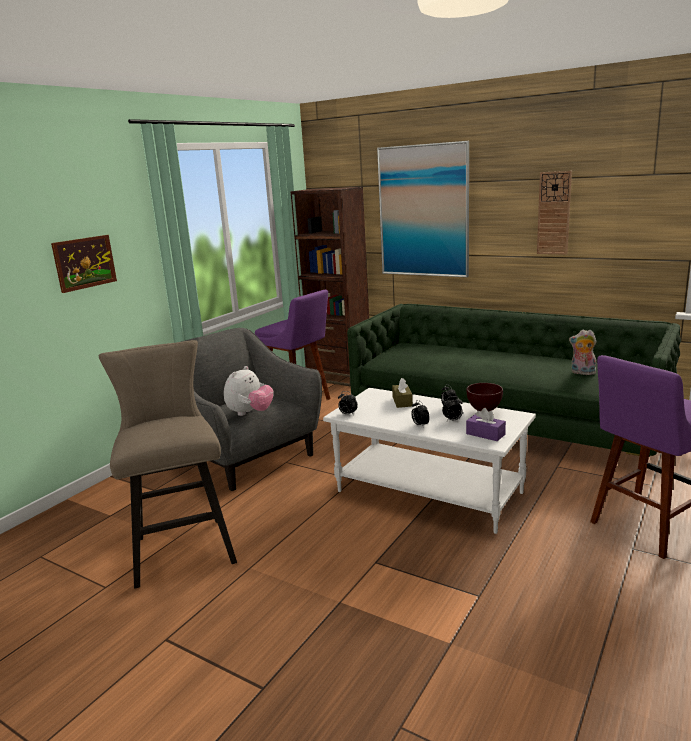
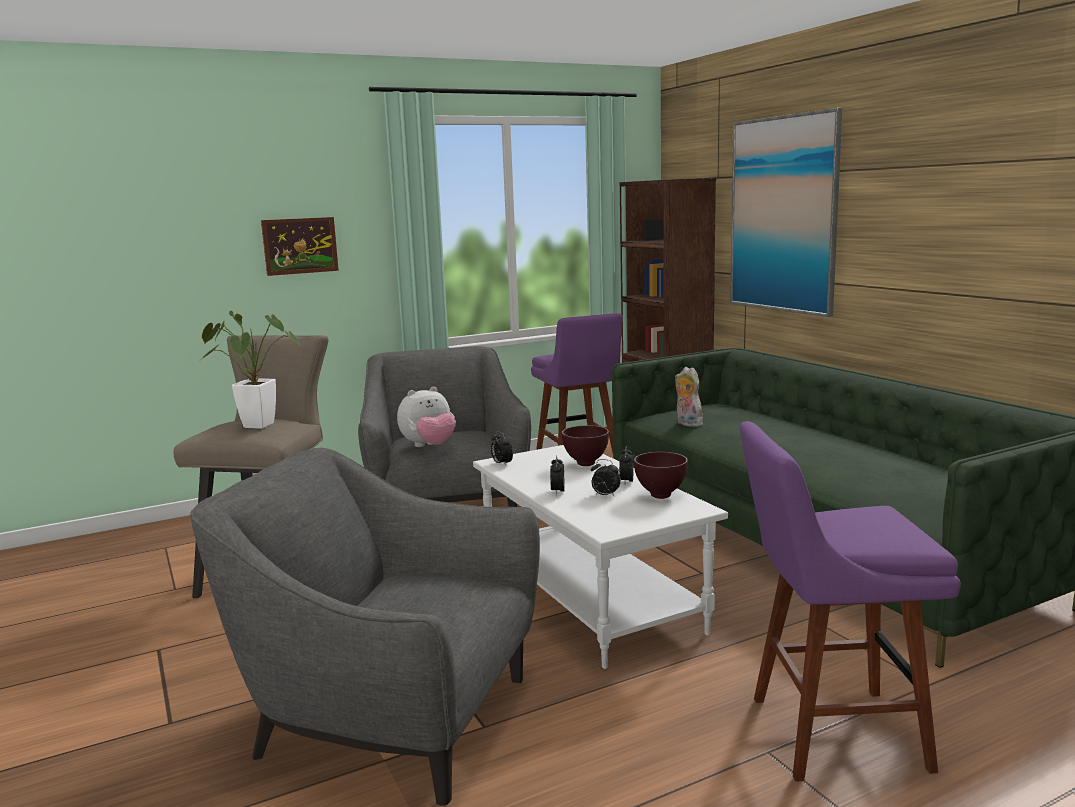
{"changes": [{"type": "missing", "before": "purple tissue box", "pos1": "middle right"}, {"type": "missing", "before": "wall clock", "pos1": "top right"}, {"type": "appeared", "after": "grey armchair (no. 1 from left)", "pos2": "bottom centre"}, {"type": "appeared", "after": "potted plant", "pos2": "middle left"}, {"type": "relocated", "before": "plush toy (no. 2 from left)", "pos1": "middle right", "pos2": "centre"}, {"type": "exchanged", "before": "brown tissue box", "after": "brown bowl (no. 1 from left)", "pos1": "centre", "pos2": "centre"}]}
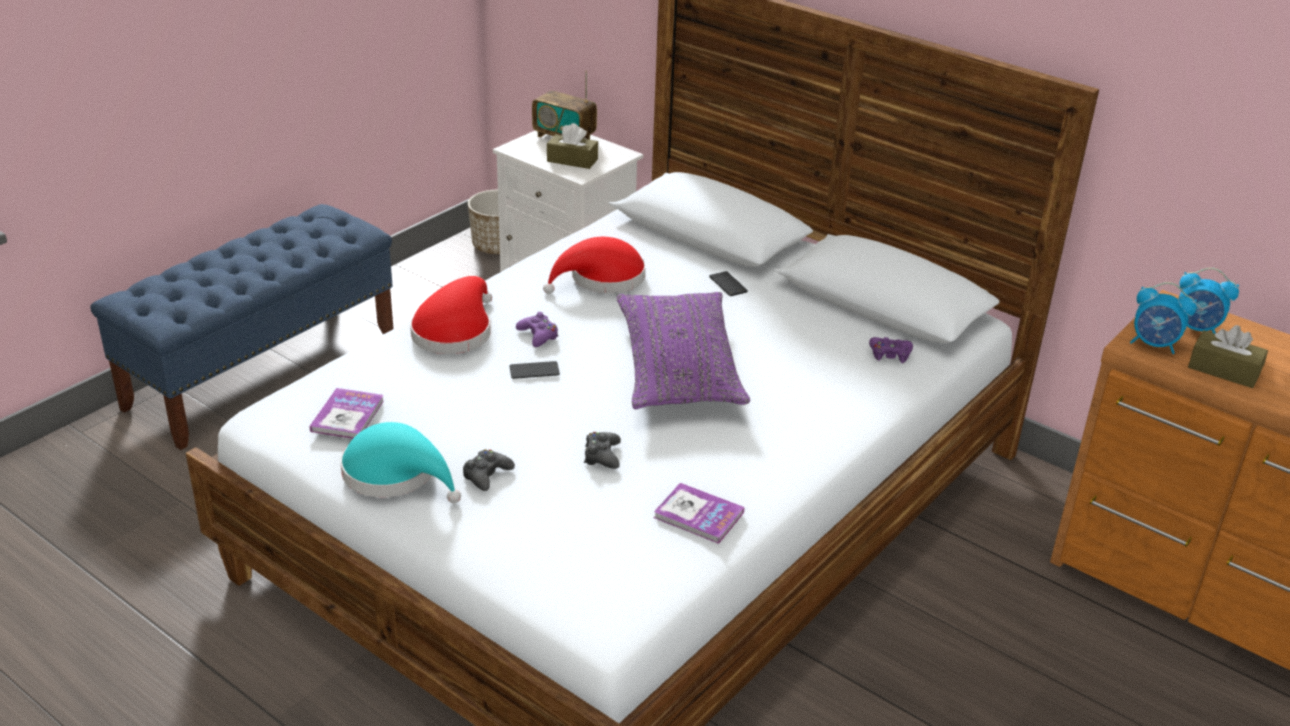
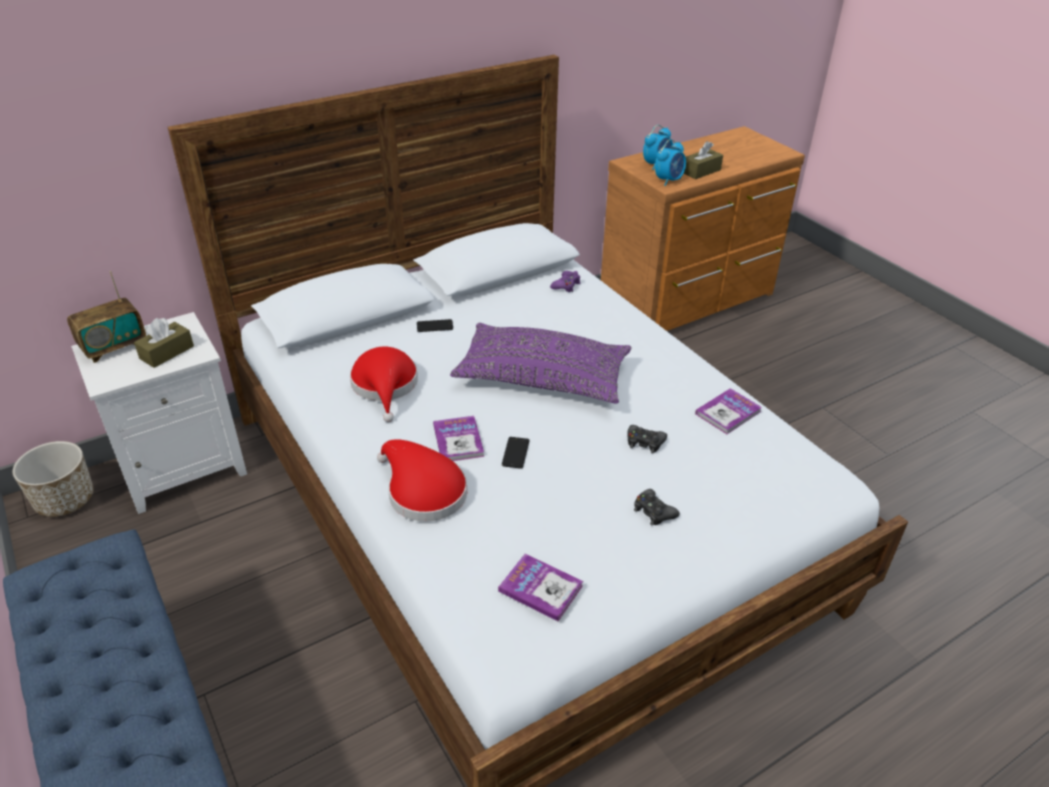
{"changes": [{"type": "missing", "before": "turquoise hat", "pos1": "middle left"}, {"type": "exchanged", "before": "purple game controller (no. 1 from left)", "after": "book (no. 1 from left)", "pos1": "centre", "pos2": "centre"}]}
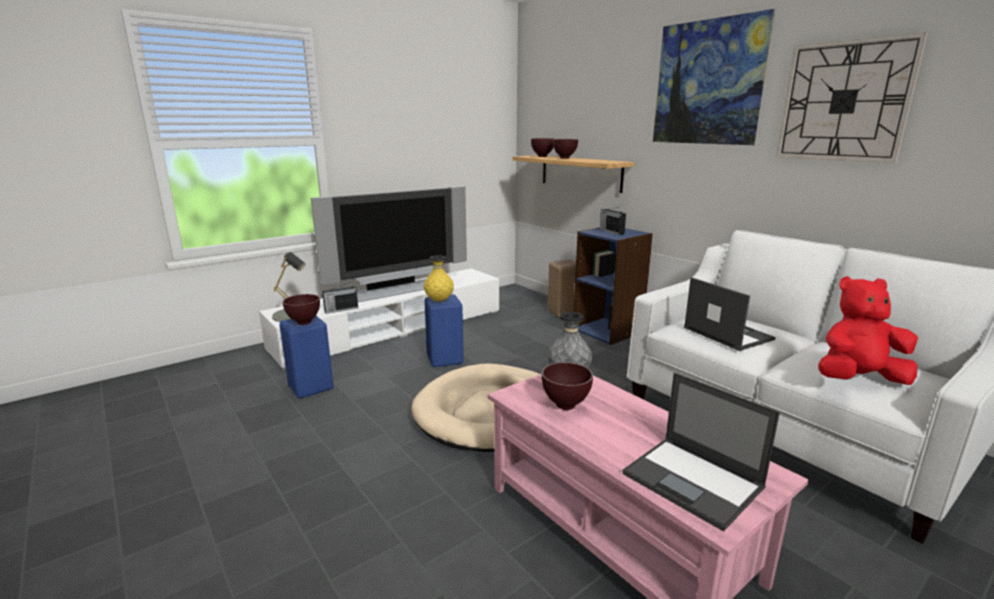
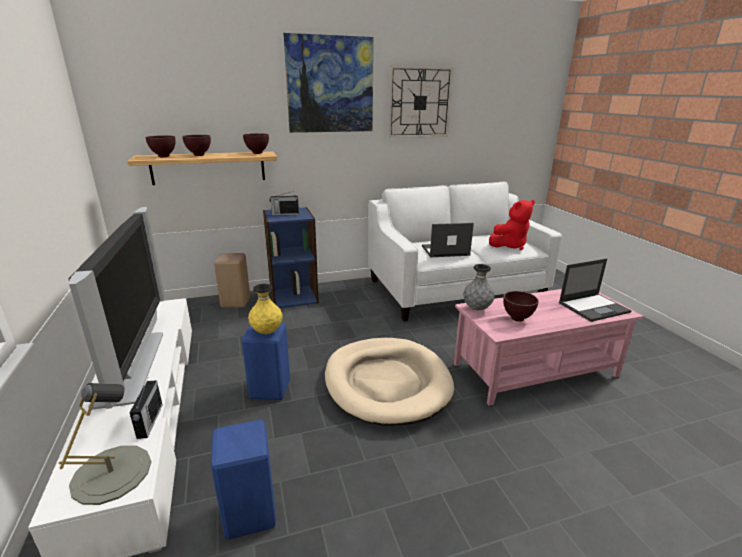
{"changes": [{"type": "relocated", "before": "brown bowl (no. 1 from left in the first image)", "after": "brown bowl (no. 3 from left)", "pos1": "middle left", "pos2": "top centre"}, {"type": "spun", "before": "red plush toy", "pos1": "middle right", "pos2": "middle right", "turn": -135}]}
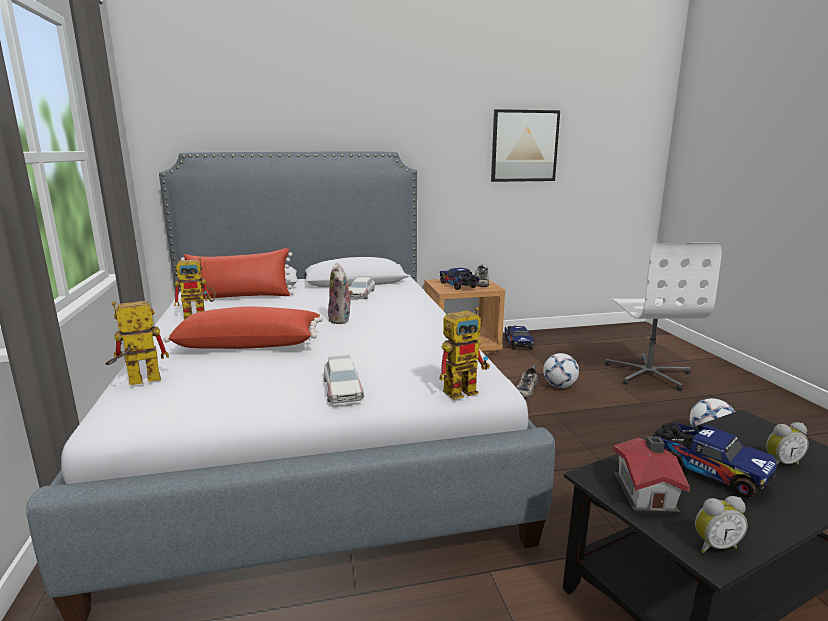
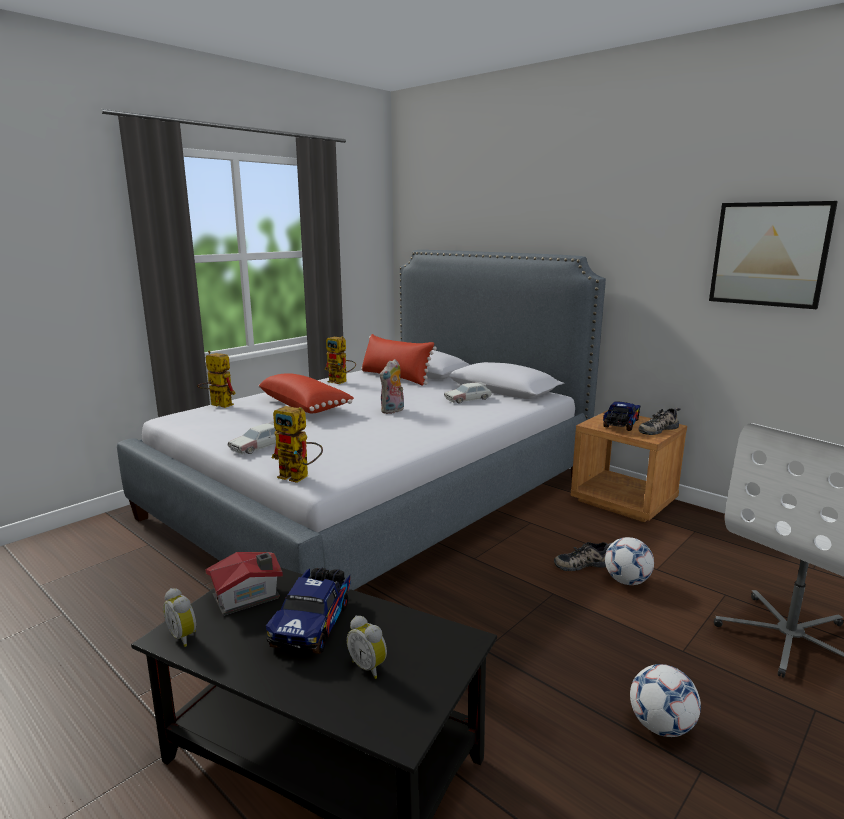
{"changes": [{"type": "missing", "before": "toy truck (no. 2 from left)", "pos1": "centre"}]}
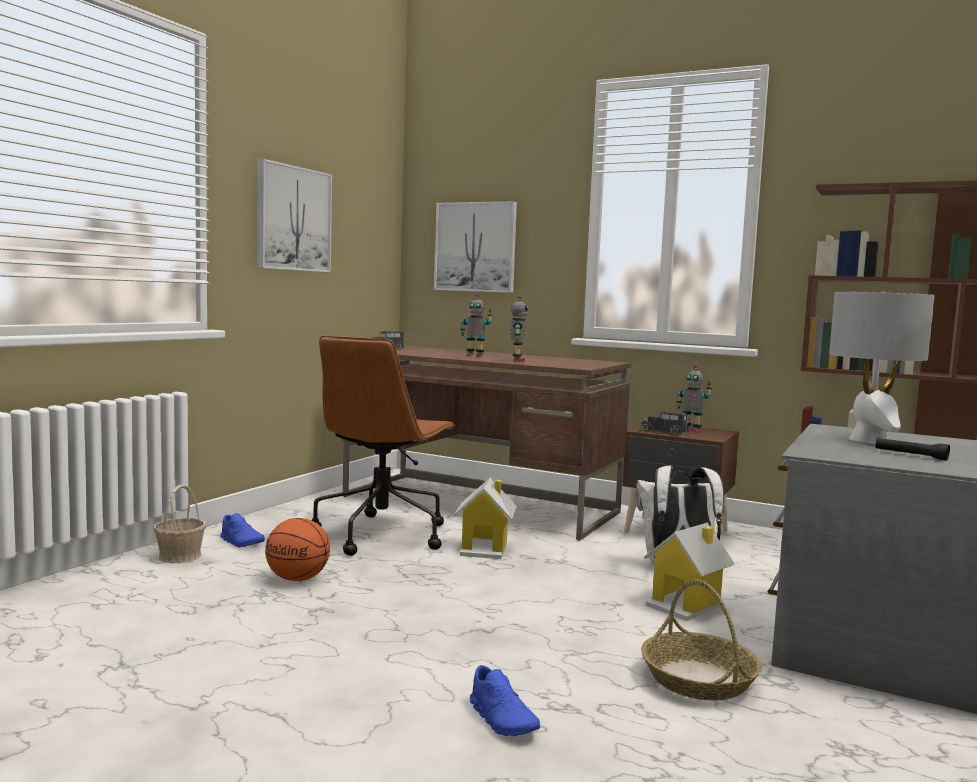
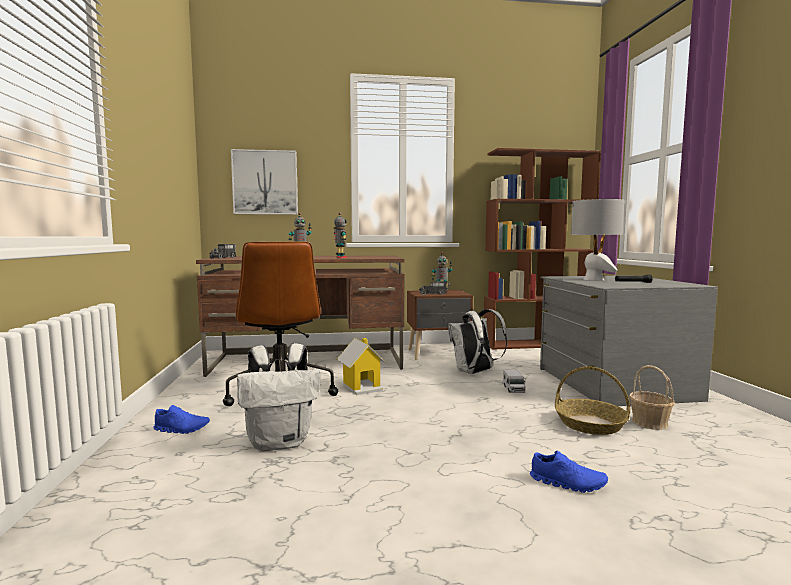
{"changes": [{"type": "missing", "before": "picture (no. 1 from left)", "pos1": "top left"}, {"type": "relocated", "before": "basket (no. 1 from left in the first image)", "after": "basket (no. 2 from left)", "pos1": "bottom left", "pos2": "bottom right"}, {"type": "exchanged", "before": "basketball", "after": "white backpack (no. 1 from left)", "pos1": "bottom left", "pos2": "bottom centre"}, {"type": "exchanged", "before": "toy house (no. 2 from left)", "after": "toy truck (no. 3 from left)", "pos1": "bottom right", "pos2": "centre"}]}
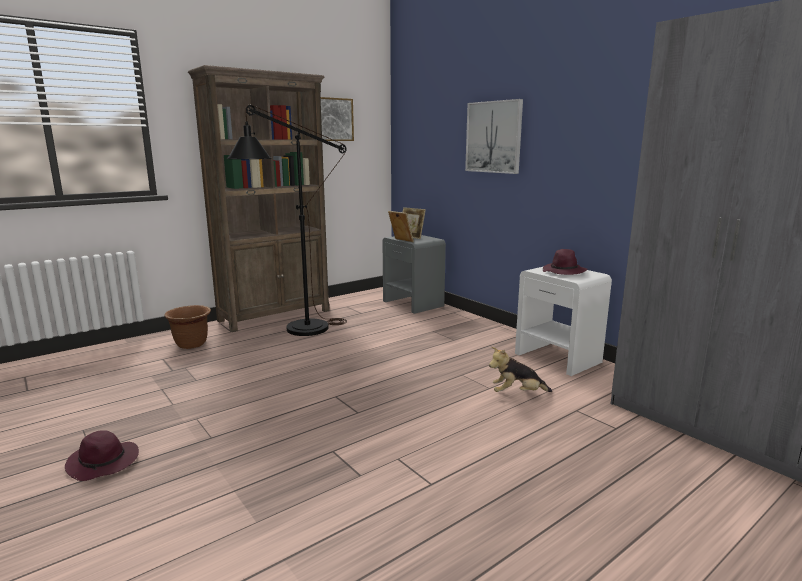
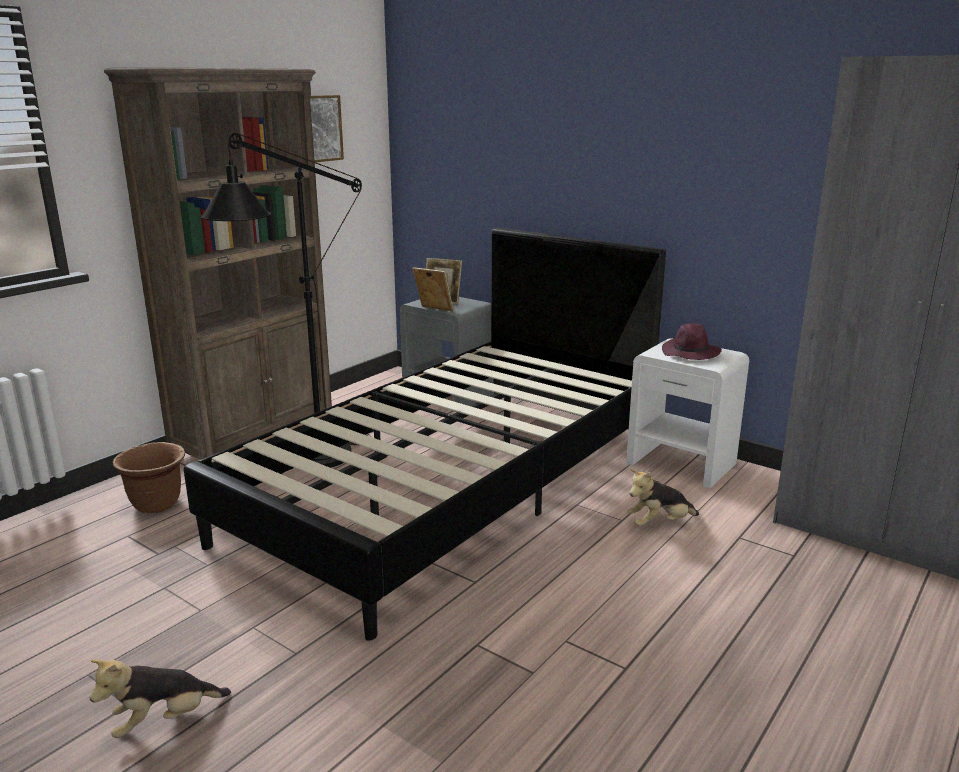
{"changes": [{"type": "missing", "before": "picture (no. 2 from left)", "pos1": "top centre"}, {"type": "appeared", "after": "black bed", "pos2": "centre"}, {"type": "exchanged", "before": "purple hat (no. 1 from left)", "after": "plush toy (no. 1 from left)", "pos1": "bottom left", "pos2": "bottom left"}]}
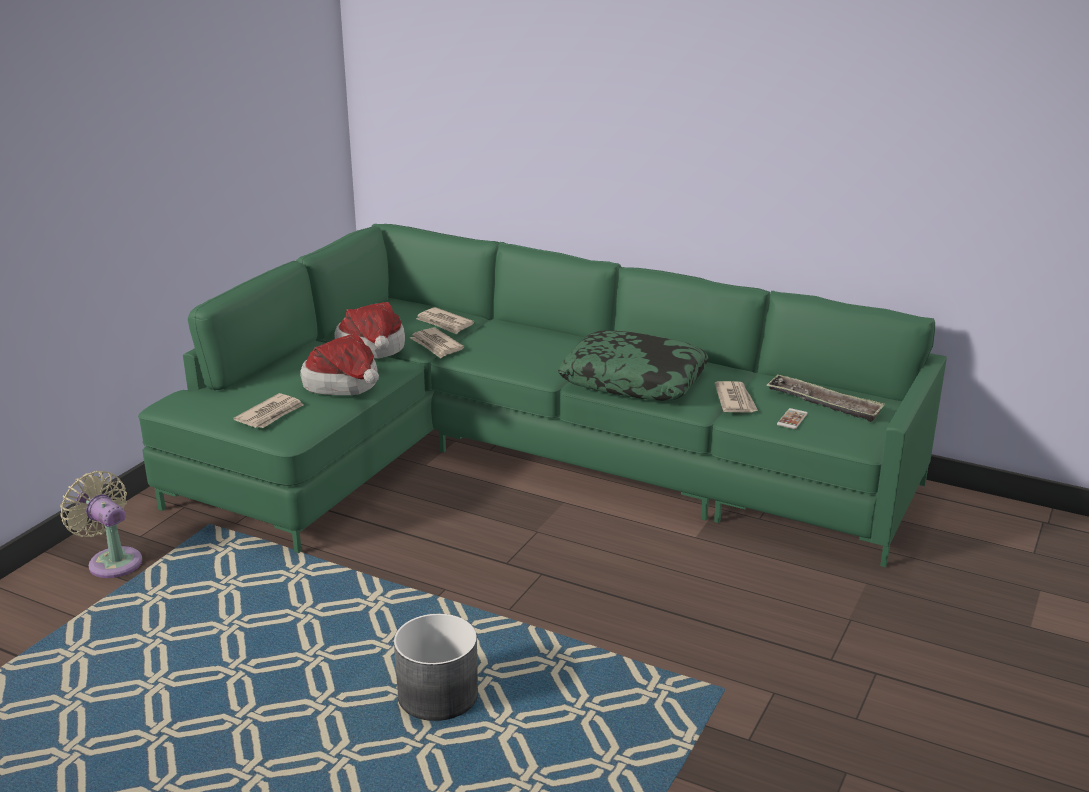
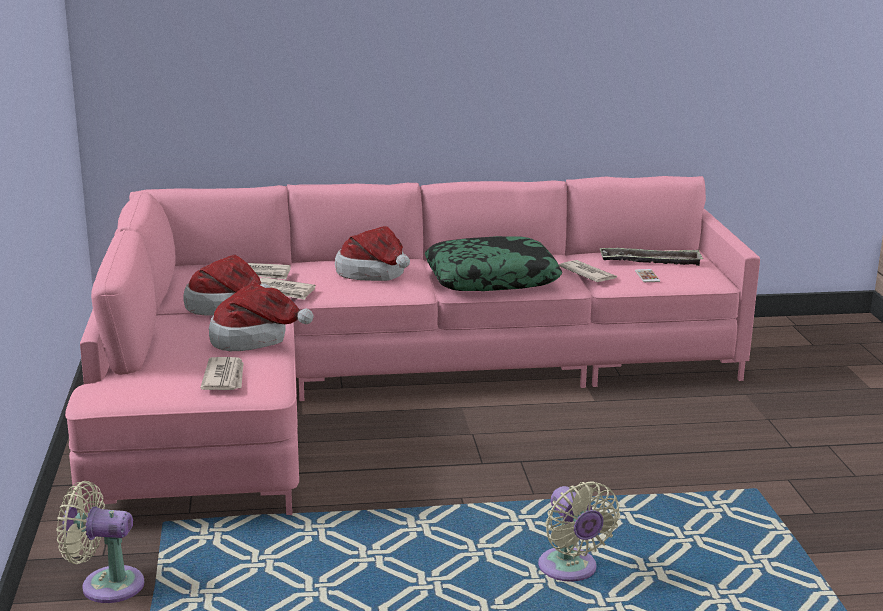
{"changes": [{"type": "appeared", "after": "hat (no. 3 from left)", "pos2": "centre"}, {"type": "exchanged", "before": "grey planter", "after": "beige fan (no. 2 from left)", "pos1": "bottom centre", "pos2": "bottom centre"}, {"type": "colour", "before": "green sofa", "after": "pink sofa", "pos1": "centre", "pos2": "centre"}]}
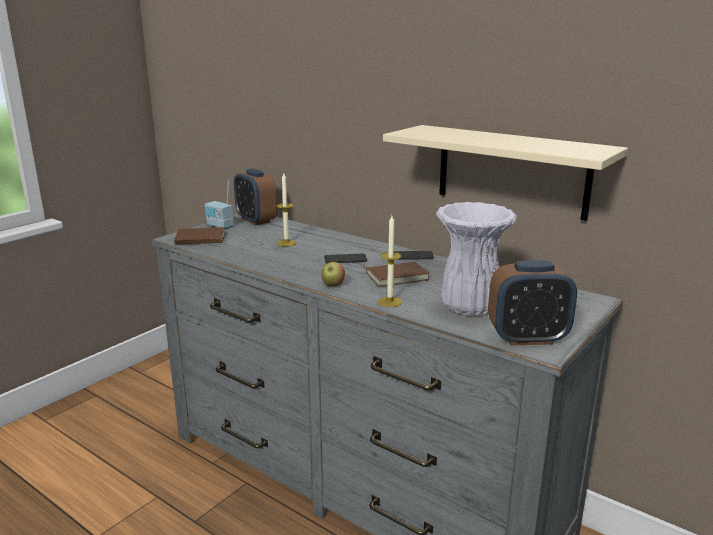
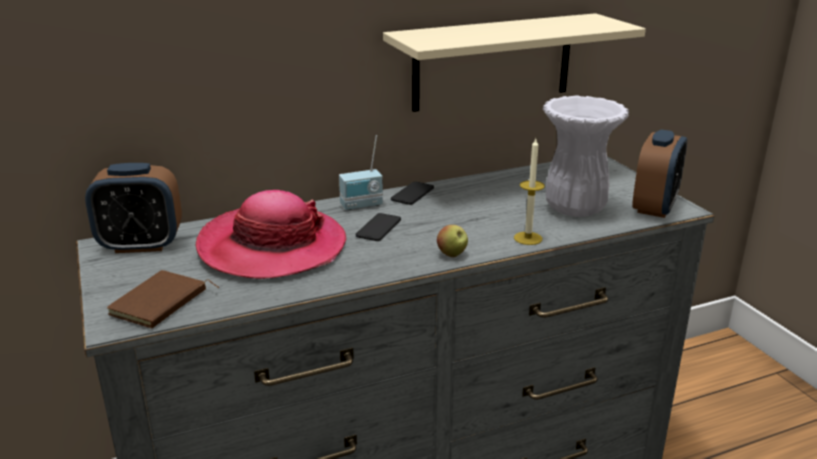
{"changes": [{"type": "missing", "before": "brown book (no. 2 from left)", "pos1": "centre"}, {"type": "relocated", "before": "radio", "pos1": "middle left", "pos2": "centre"}, {"type": "exchanged", "before": "candle (no. 1 from left)", "after": "hat", "pos1": "centre", "pos2": "middle left"}]}
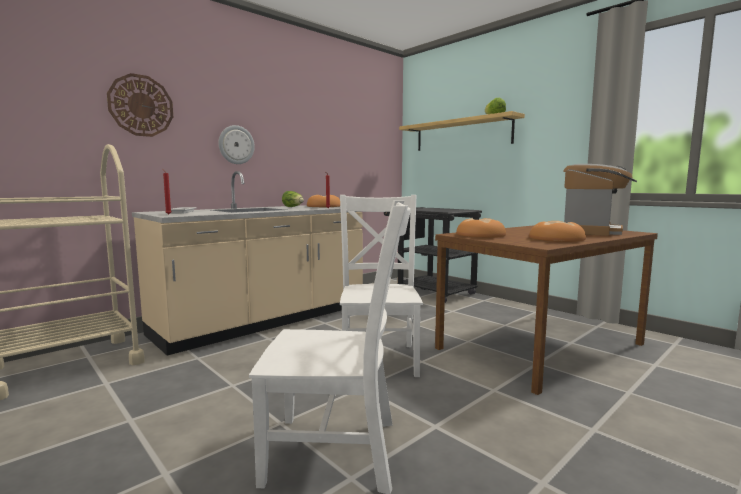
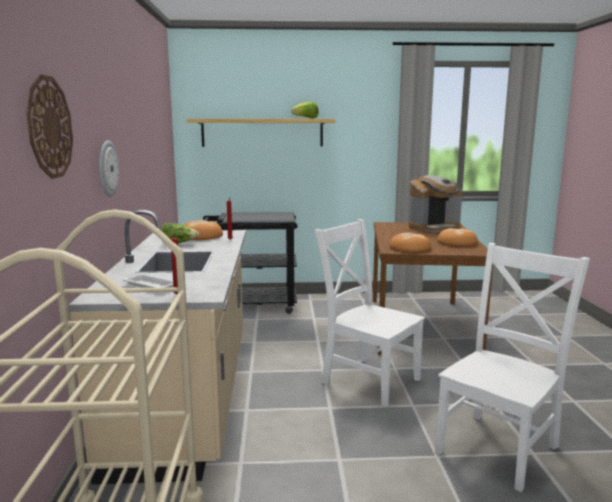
{"changes": [{"type": "spun", "before": "coffee machine", "pos1": "middle right", "pos2": "middle right", "turn": 90}]}
